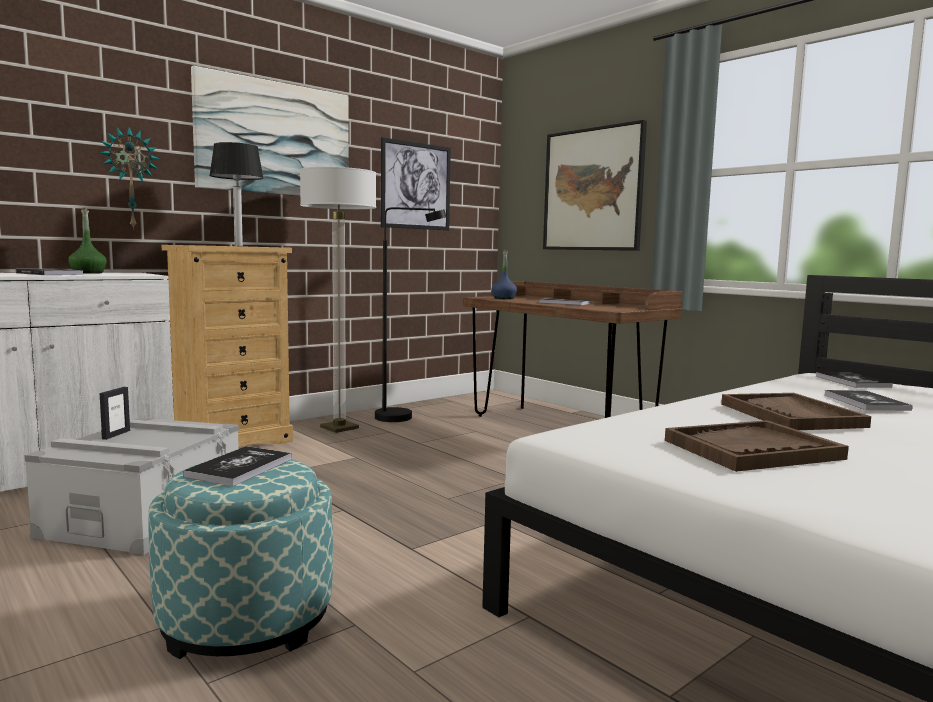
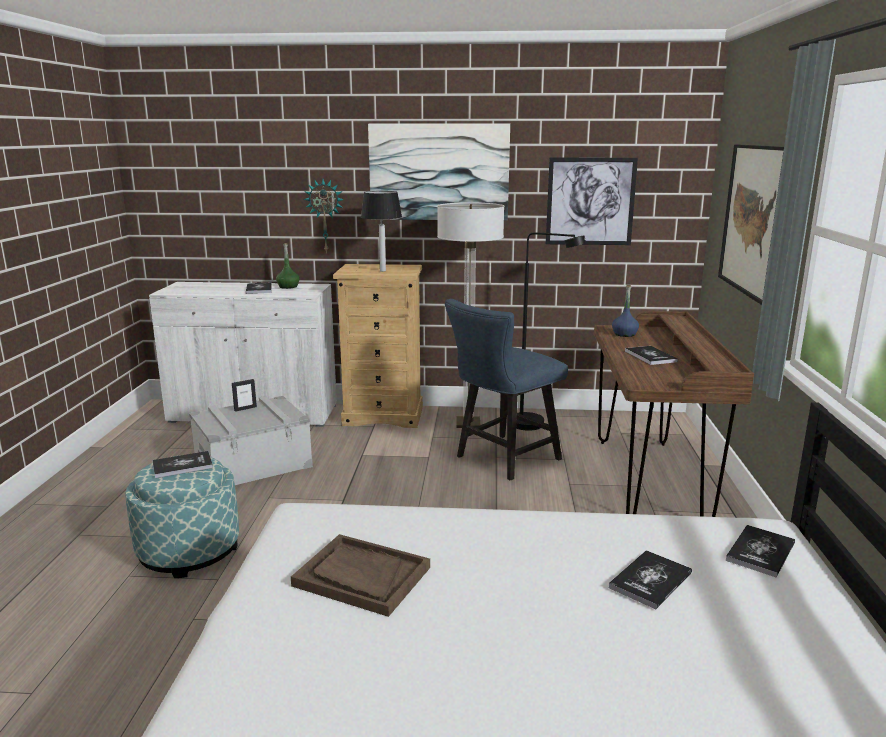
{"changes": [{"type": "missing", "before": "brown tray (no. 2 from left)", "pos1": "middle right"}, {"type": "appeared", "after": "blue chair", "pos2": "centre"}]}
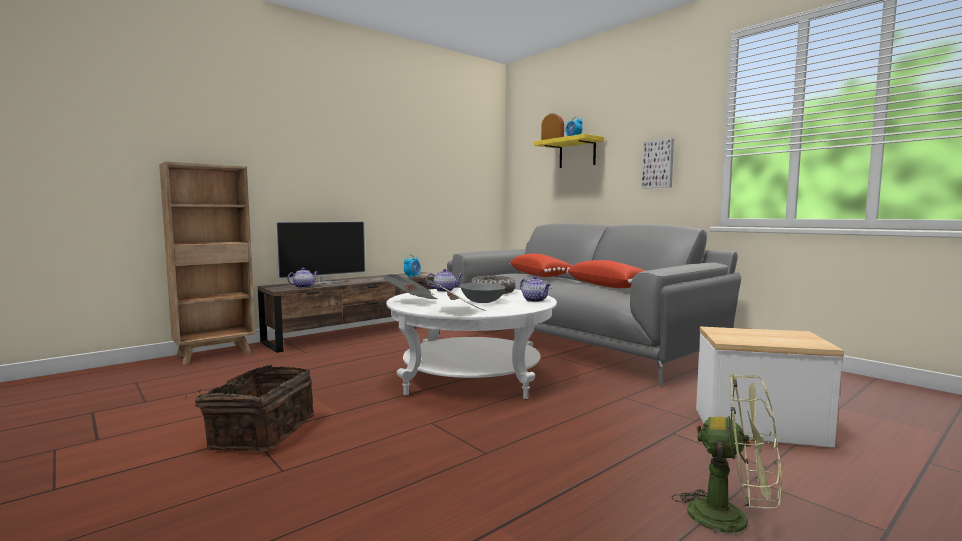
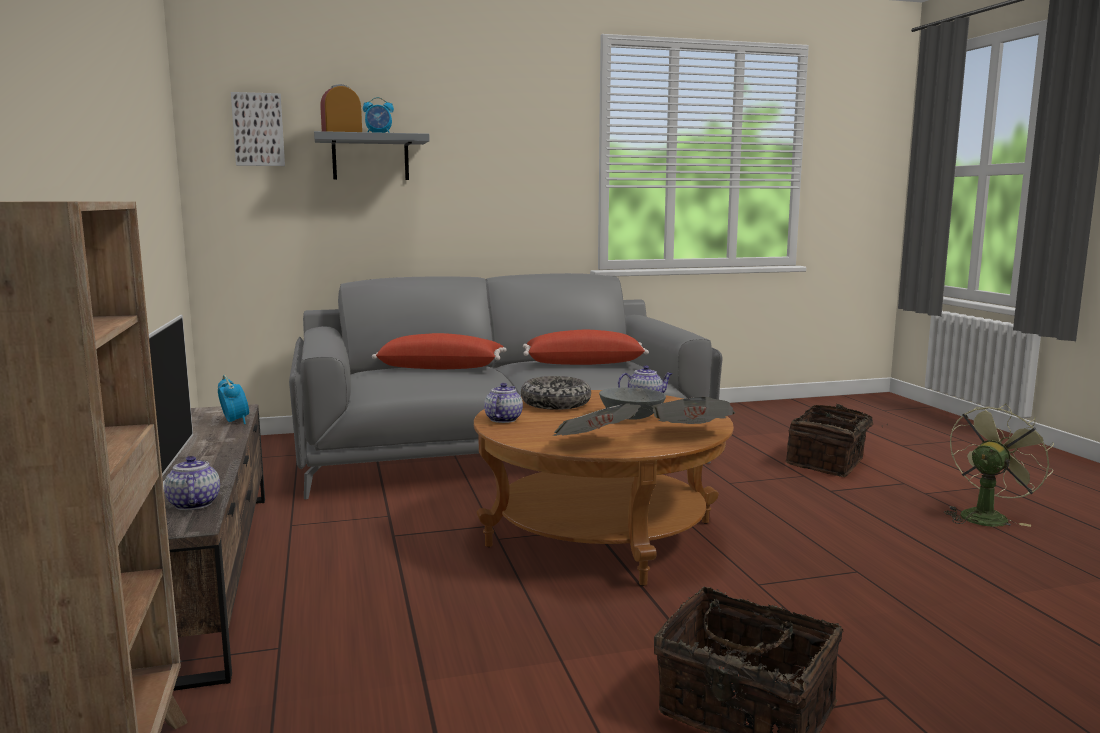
{"changes": [{"type": "relocated", "before": "picture", "pos1": "top right", "pos2": "top left"}, {"type": "exchanged", "before": "side table", "after": "basket (no. 2 from left)", "pos1": "bottom right", "pos2": "middle right"}, {"type": "colour", "before": "white coffee table", "after": "brown coffee table", "pos1": "centre", "pos2": "centre"}, {"type": "colour", "before": "yellow shelf", "after": "grey shelf", "pos1": "top centre", "pos2": "top centre"}]}
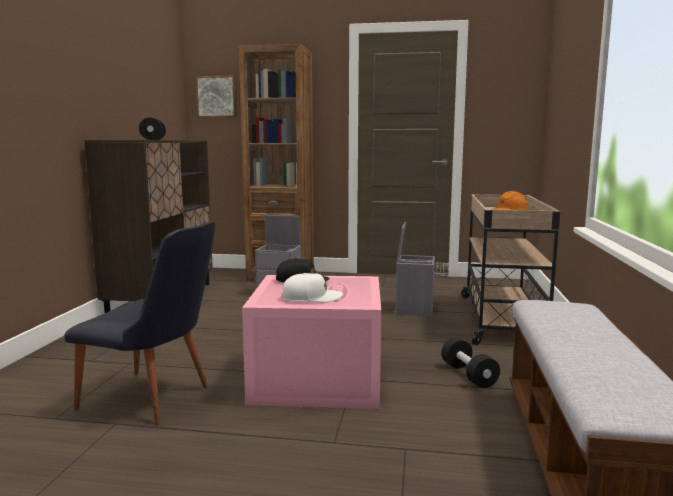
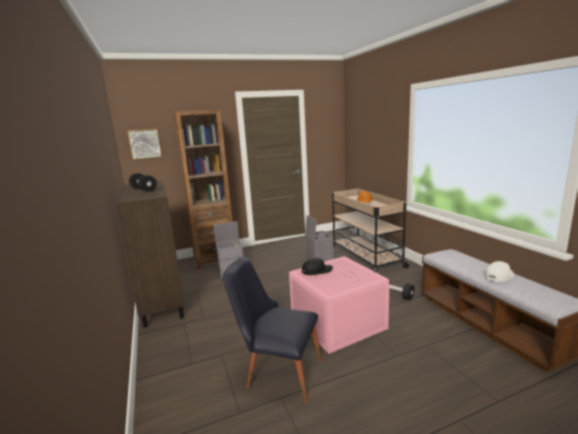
{"changes": [{"type": "relocated", "before": "white cap", "pos1": "centre", "pos2": "middle right"}, {"type": "spun", "before": "black chair", "pos1": "middle left", "pos2": "bottom centre", "turn": -150}]}
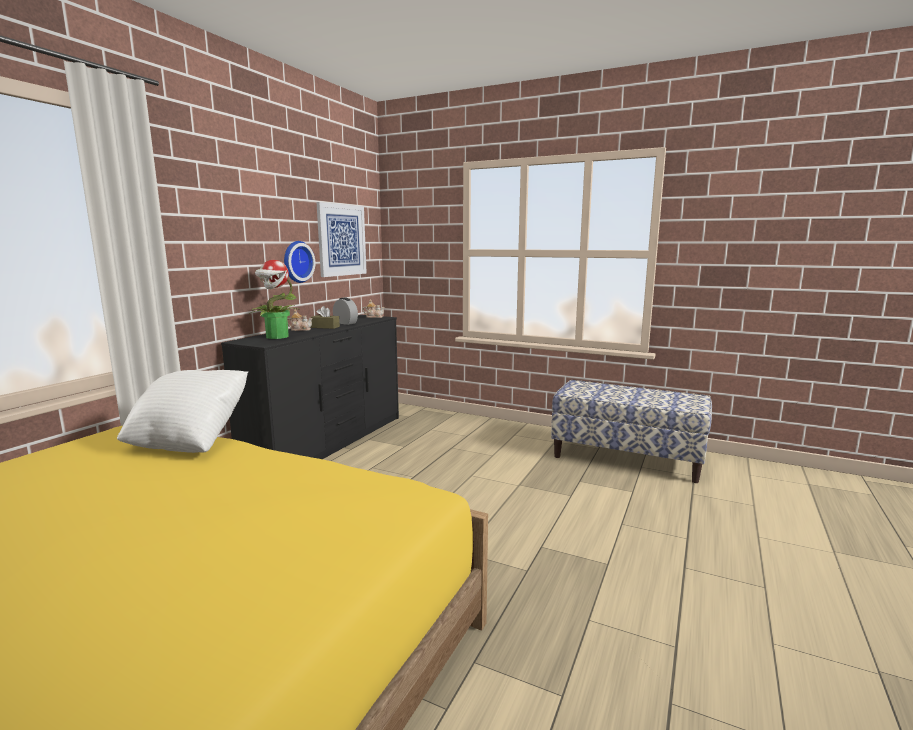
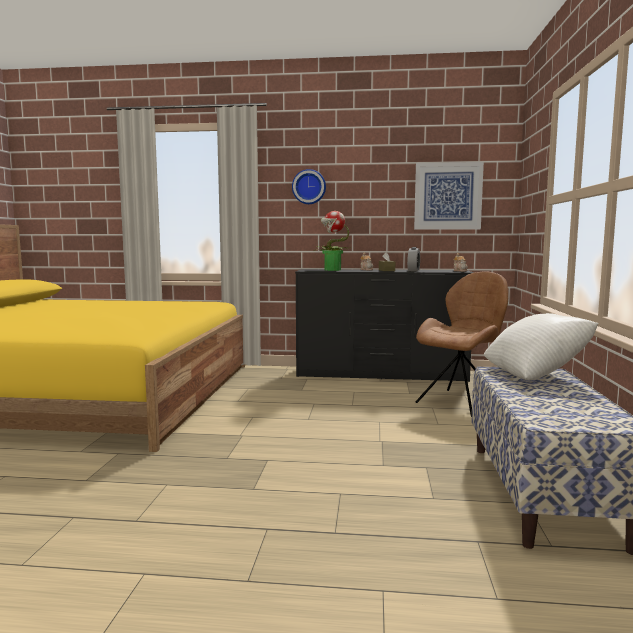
{"changes": [{"type": "appeared", "after": "brown chair", "pos2": "middle right"}, {"type": "relocated", "before": "white pillow", "pos1": "middle left", "pos2": "middle right"}, {"type": "relocated", "before": "wall clock", "pos1": "middle left", "pos2": "top centre"}]}
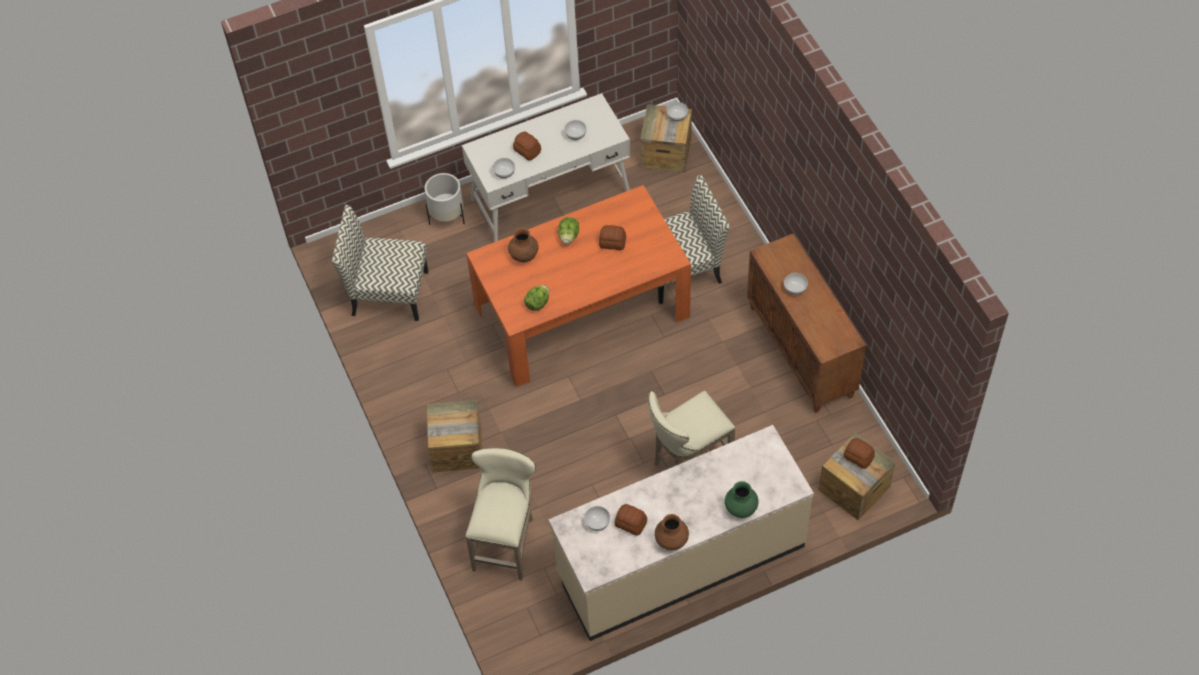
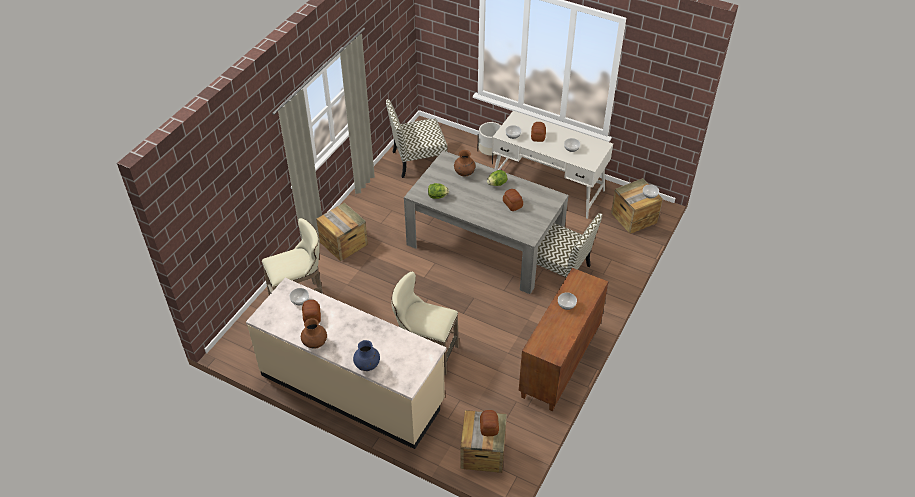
{"changes": [{"type": "colour", "before": "orange dining table", "after": "grey dining table", "pos1": "centre", "pos2": "centre"}, {"type": "colour", "before": "green vase", "after": "blue vase", "pos1": "bottom centre", "pos2": "bottom centre"}, {"type": "spun", "before": "chair (no. 1 from left)", "pos1": "middle left", "pos2": "top centre", "turn": -75}]}
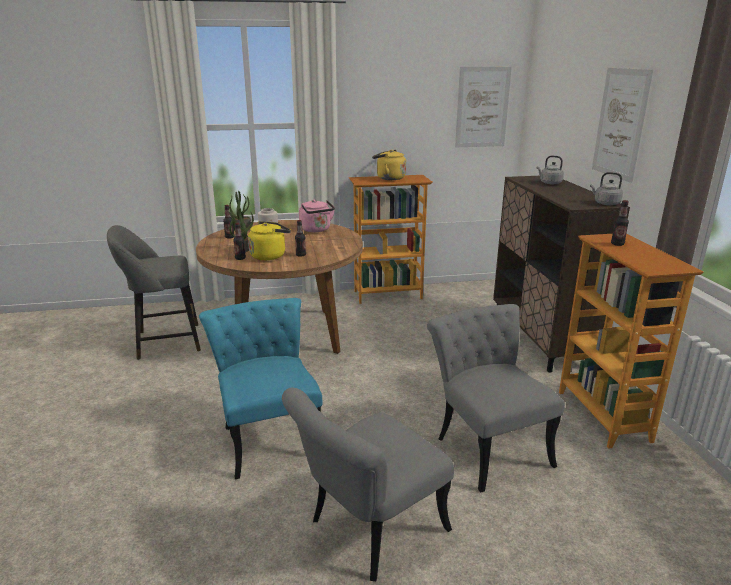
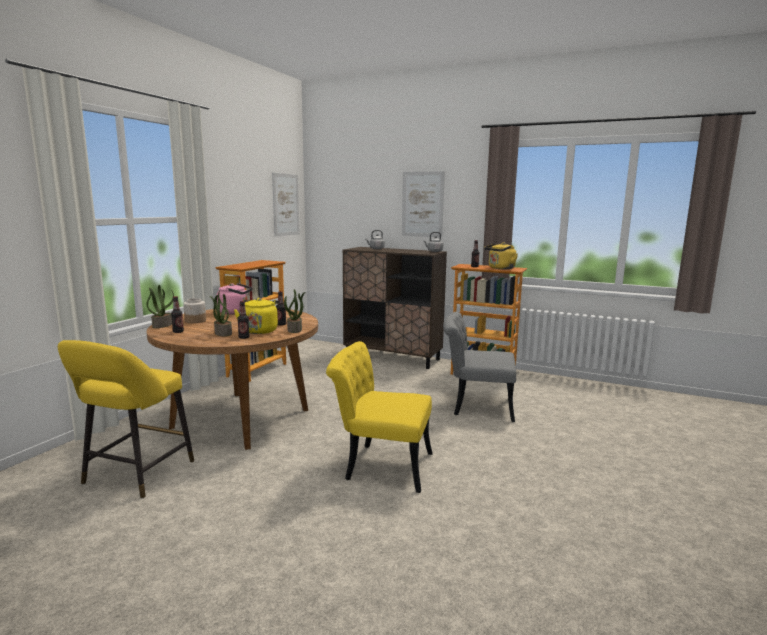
{"changes": [{"type": "missing", "before": "grey chair (no. 1 from left)", "pos1": "bottom centre"}, {"type": "appeared", "after": "potted plant (no. 3 from left)", "pos2": "centre"}, {"type": "relocated", "before": "yellow kettle (no. 2 from left)", "pos1": "top centre", "pos2": "centre"}, {"type": "colour", "before": "grey stool", "after": "yellow stool", "pos1": "middle left", "pos2": "middle left"}, {"type": "colour", "before": "turquoise chair", "after": "yellow chair", "pos1": "centre", "pos2": "centre"}]}
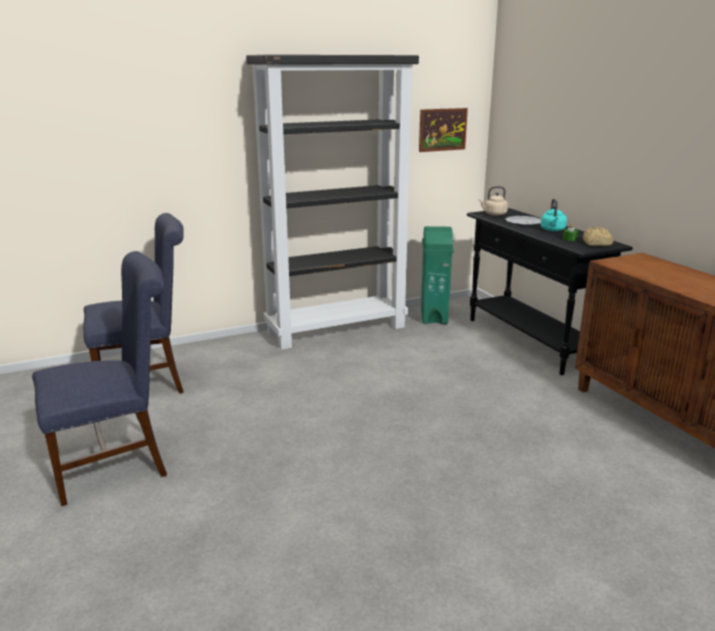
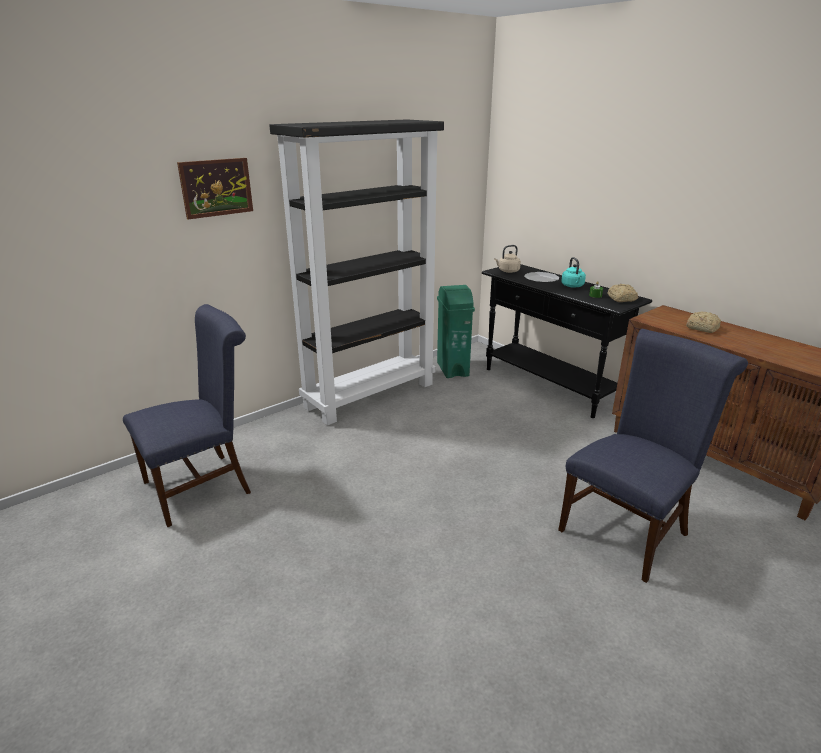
{"changes": [{"type": "appeared", "after": "bread (no. 2 from left)", "pos2": "middle right"}, {"type": "relocated", "before": "blue chair (no. 1 from left in the first image)", "after": "blue chair (no. 2 from left)", "pos1": "middle left", "pos2": "middle right"}, {"type": "relocated", "before": "picture", "pos1": "top centre", "pos2": "top left"}]}
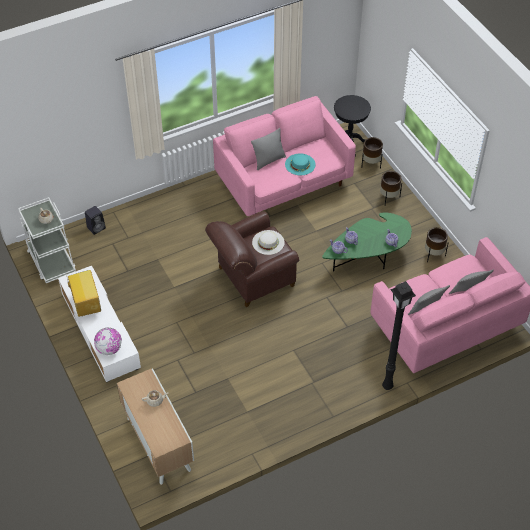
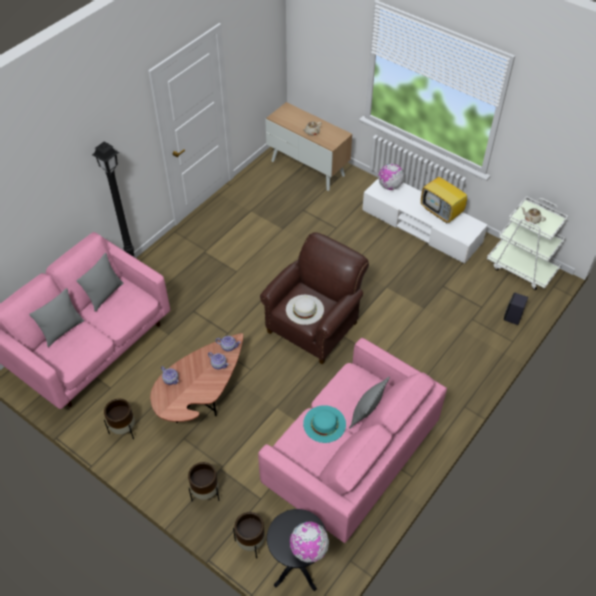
{"changes": [{"type": "appeared", "after": "globe (no. 1 from left)", "pos2": "bottom centre"}, {"type": "colour", "before": "green coffee table", "after": "brown coffee table", "pos1": "middle right", "pos2": "middle left"}]}
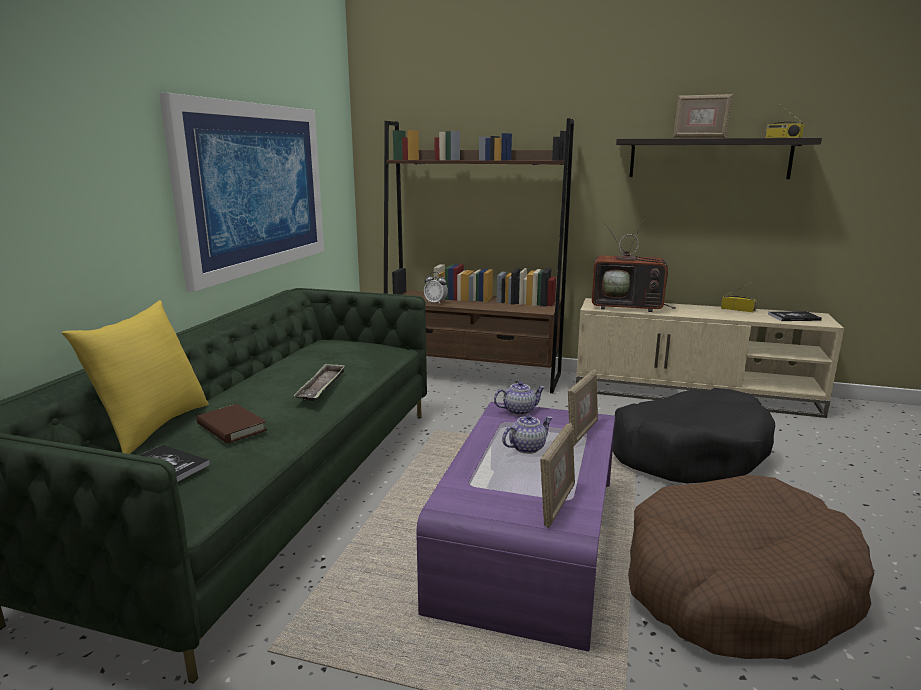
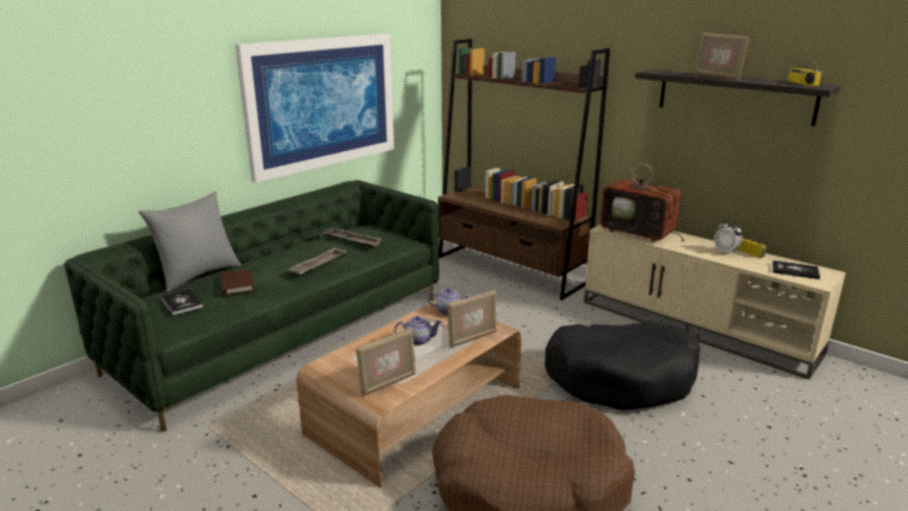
{"changes": [{"type": "appeared", "after": "tray (no. 2 from left)", "pos2": "centre"}, {"type": "relocated", "before": "alarm clock", "pos1": "centre", "pos2": "middle right"}, {"type": "colour", "before": "yellow pillow", "after": "grey pillow", "pos1": "middle left", "pos2": "middle left"}, {"type": "colour", "before": "purple coffee table", "after": "brown coffee table", "pos1": "bottom centre", "pos2": "bottom centre"}]}
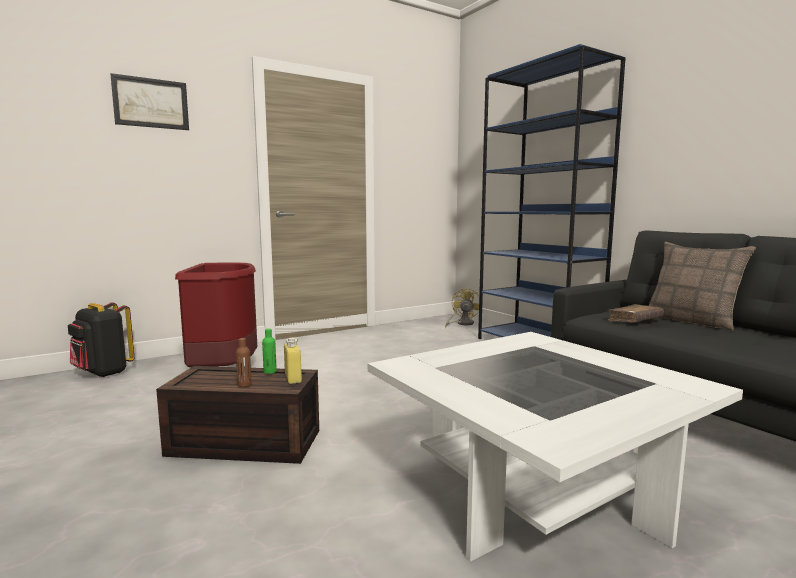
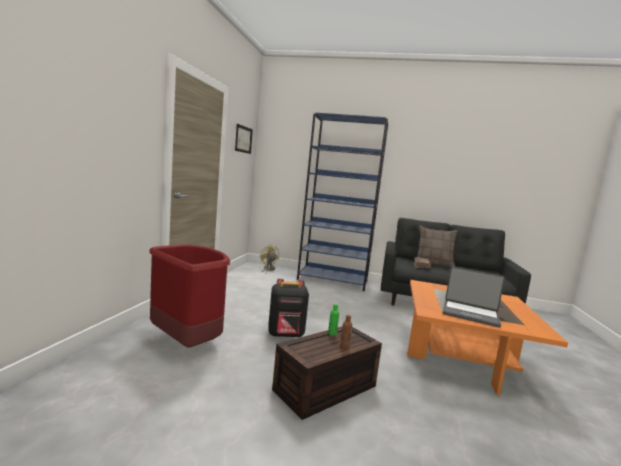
{"changes": [{"type": "missing", "before": "yellow bottle", "pos1": "centre"}, {"type": "appeared", "after": "laptop", "pos2": "middle right"}, {"type": "relocated", "before": "black backpack", "pos1": "middle left", "pos2": "centre"}, {"type": "relocated", "before": "picture", "pos1": "top left", "pos2": "top centre"}, {"type": "colour", "before": "white coffee table", "after": "orange coffee table", "pos1": "bottom right", "pos2": "bottom right"}]}
